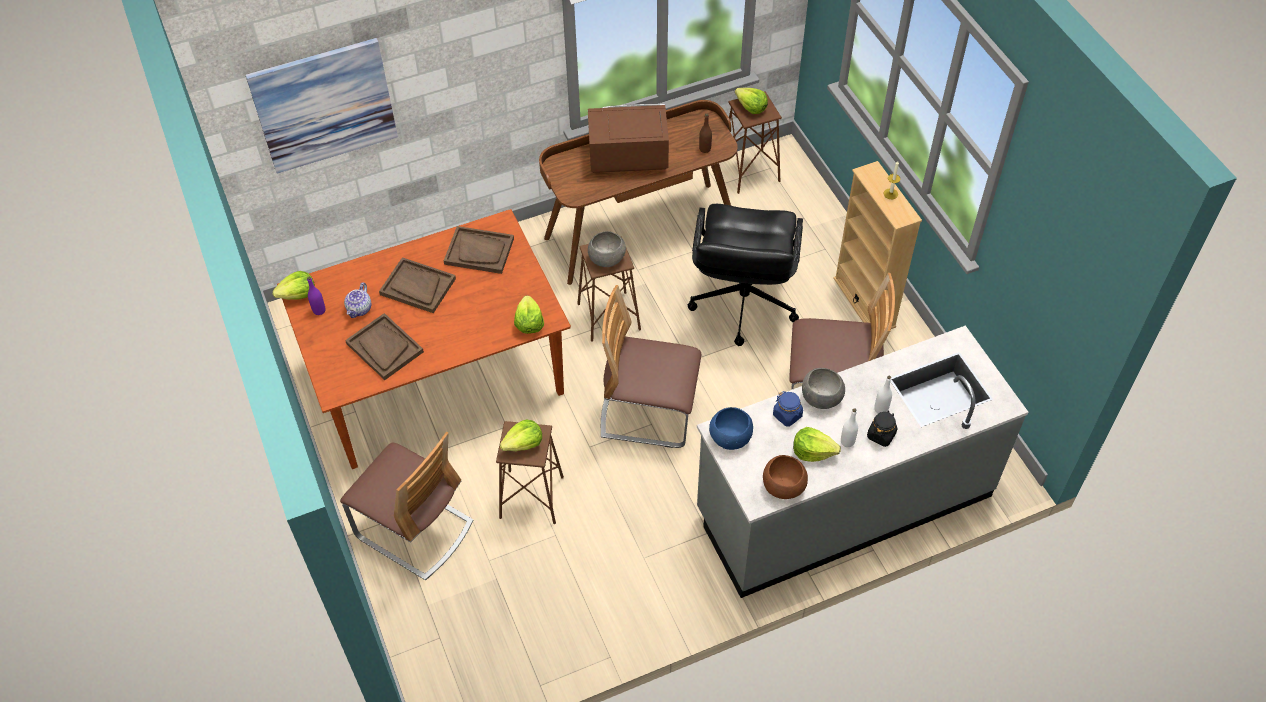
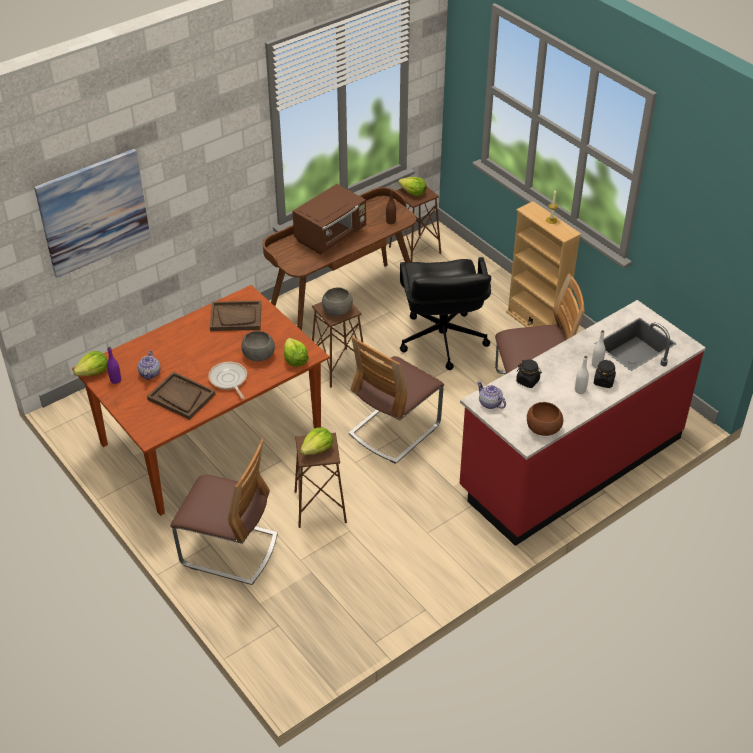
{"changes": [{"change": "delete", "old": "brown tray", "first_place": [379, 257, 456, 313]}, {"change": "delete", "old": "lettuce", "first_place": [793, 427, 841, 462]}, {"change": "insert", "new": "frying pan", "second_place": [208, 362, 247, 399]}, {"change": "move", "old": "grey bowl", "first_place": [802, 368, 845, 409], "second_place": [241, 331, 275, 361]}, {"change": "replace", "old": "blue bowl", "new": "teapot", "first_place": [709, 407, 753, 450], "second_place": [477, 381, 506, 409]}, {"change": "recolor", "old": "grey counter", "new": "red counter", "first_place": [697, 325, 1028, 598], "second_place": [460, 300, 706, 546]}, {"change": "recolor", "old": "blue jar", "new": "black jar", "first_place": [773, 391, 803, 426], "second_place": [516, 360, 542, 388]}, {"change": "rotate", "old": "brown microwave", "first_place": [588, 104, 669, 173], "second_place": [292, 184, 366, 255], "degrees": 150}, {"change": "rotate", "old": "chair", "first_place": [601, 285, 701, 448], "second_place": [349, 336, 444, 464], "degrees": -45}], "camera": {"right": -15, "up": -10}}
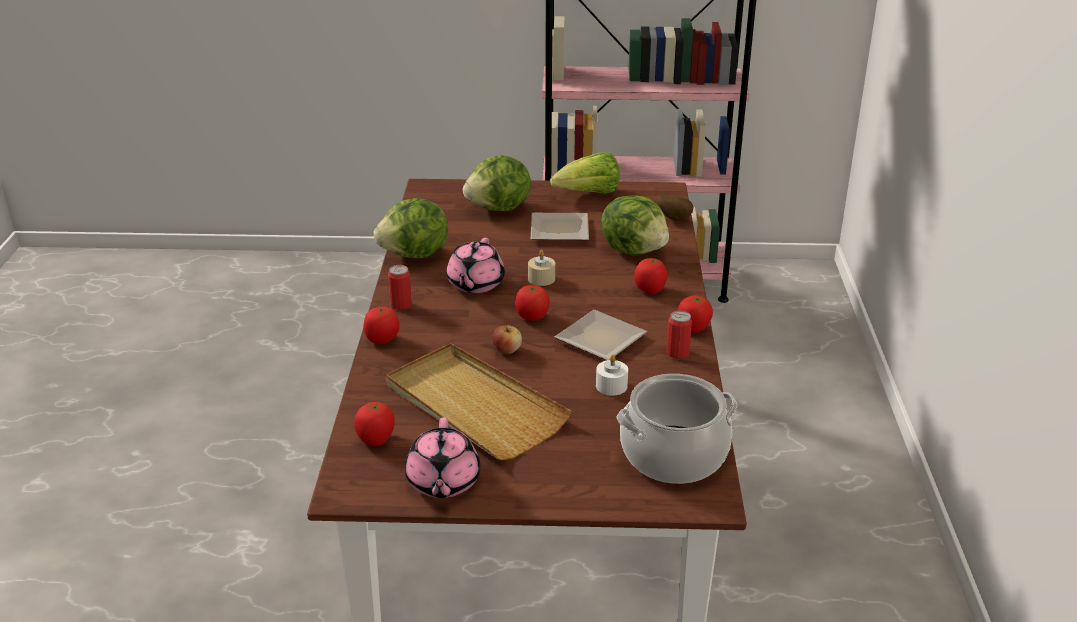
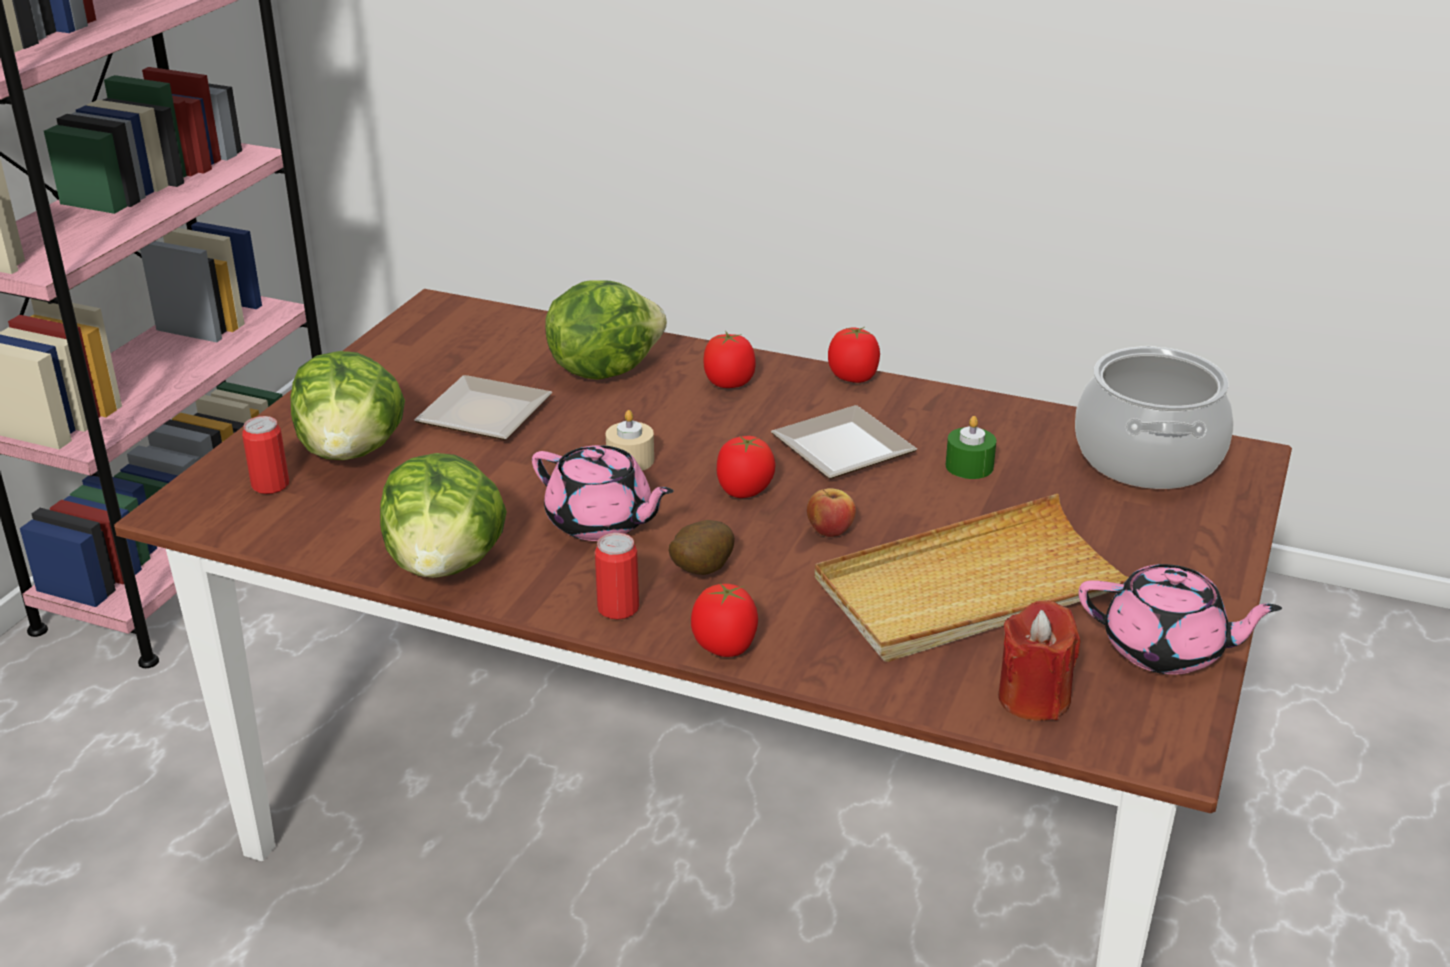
{"changes": [{"change": "delete", "old": "lettuce", "first_place": [550, 152, 620, 194]}, {"change": "move", "old": "potato", "first_place": [657, 195, 693, 221], "second_place": [669, 520, 735, 575]}, {"change": "move", "old": "can", "first_place": [666, 310, 692, 359], "second_place": [242, 416, 289, 494]}, {"change": "replace", "old": "tomato", "new": "red candle", "first_place": [354, 402, 395, 446], "second_place": [998, 601, 1080, 721]}, {"change": "recolor", "old": "white candle", "new": "green candle", "first_place": [596, 354, 628, 396], "second_place": [946, 416, 996, 479]}], "camera": {"right": -70, "up": 0}}
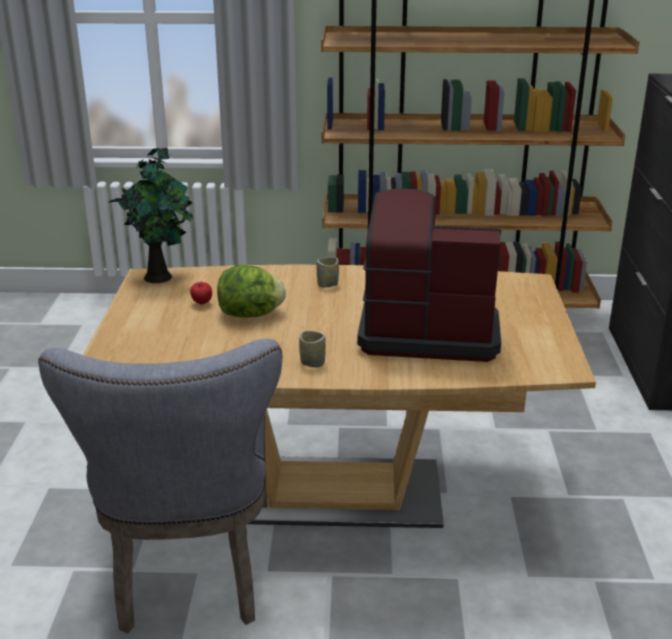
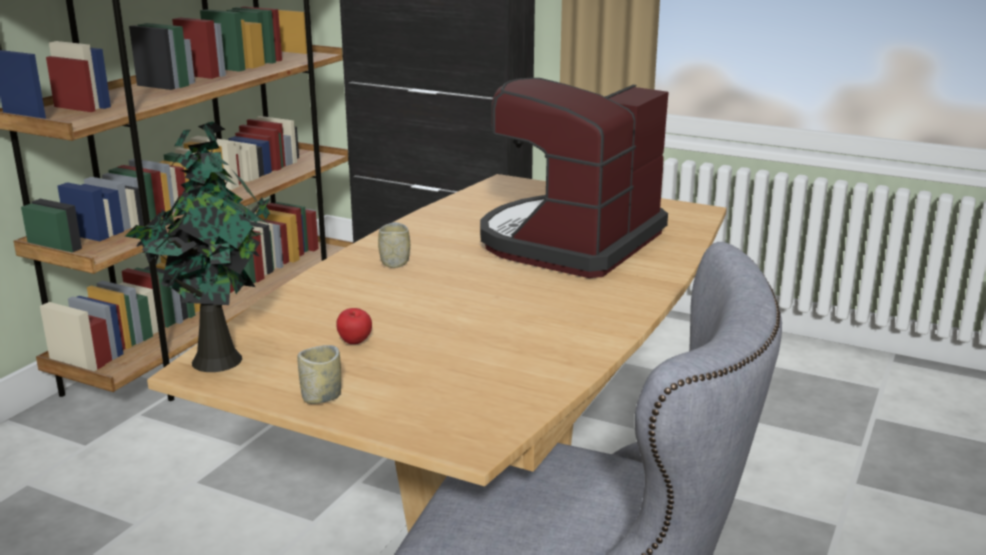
{"changes": [{"change": "delete", "old": "lettuce", "first_place": [217, 264, 286, 318]}, {"change": "move", "old": "cup", "first_place": [299, 331, 326, 367], "second_place": [297, 345, 341, 404]}], "camera": {"right": -65, "up": -5}}
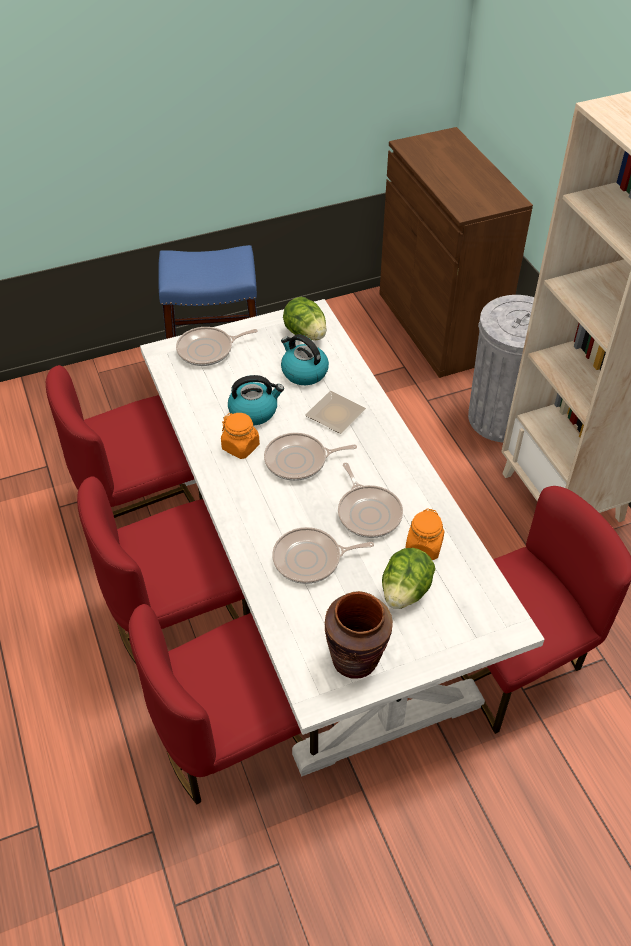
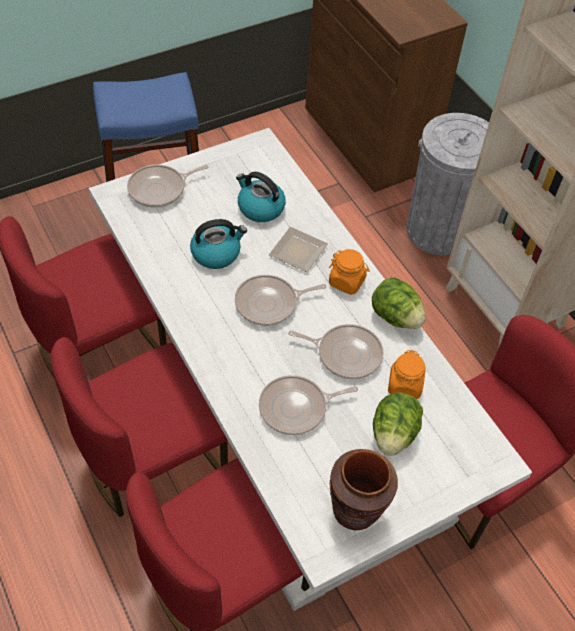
{"changes": [{"change": "move", "old": "orange jar", "first_place": [221, 413, 260, 459], "second_place": [329, 249, 370, 295]}, {"change": "move", "old": "lettuce", "first_place": [283, 297, 327, 340], "second_place": [372, 277, 425, 329]}, {"change": "rotate", "old": "frying pan", "first_place": [338, 463, 403, 538], "second_place": [288, 324, 384, 379], "degrees": -45}], "camera": {"right": -10, "up": 5}}
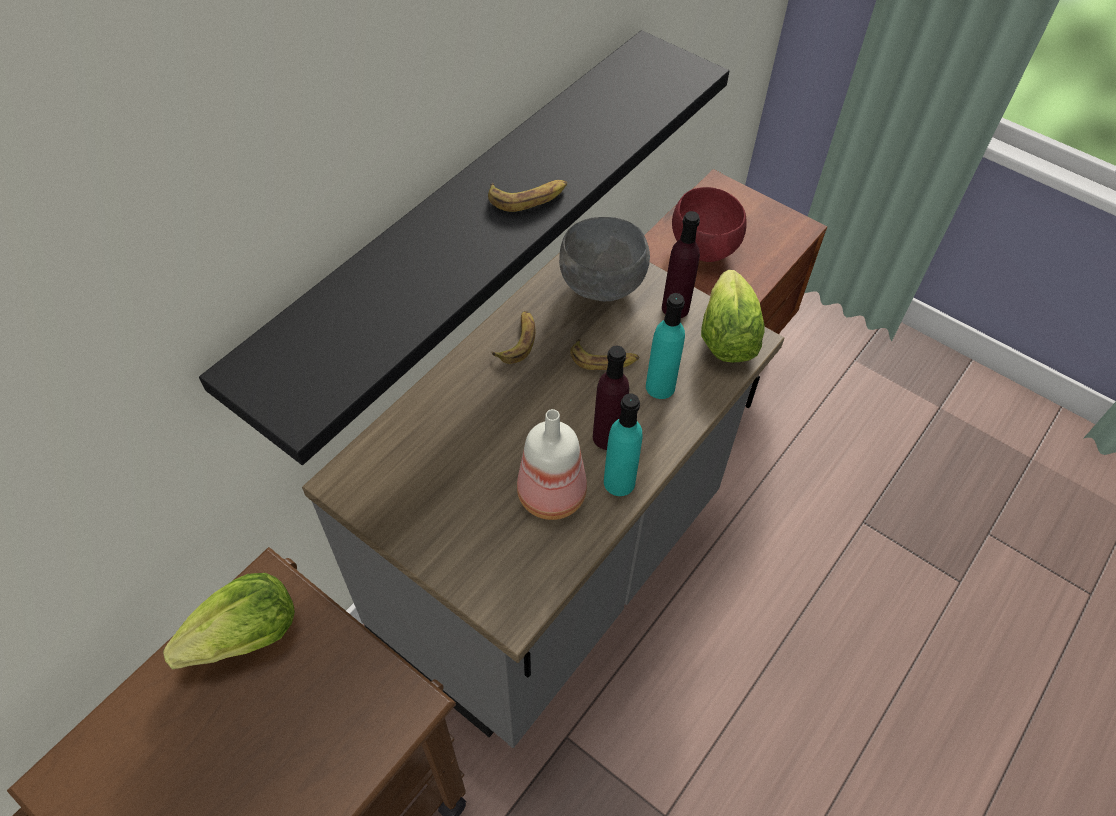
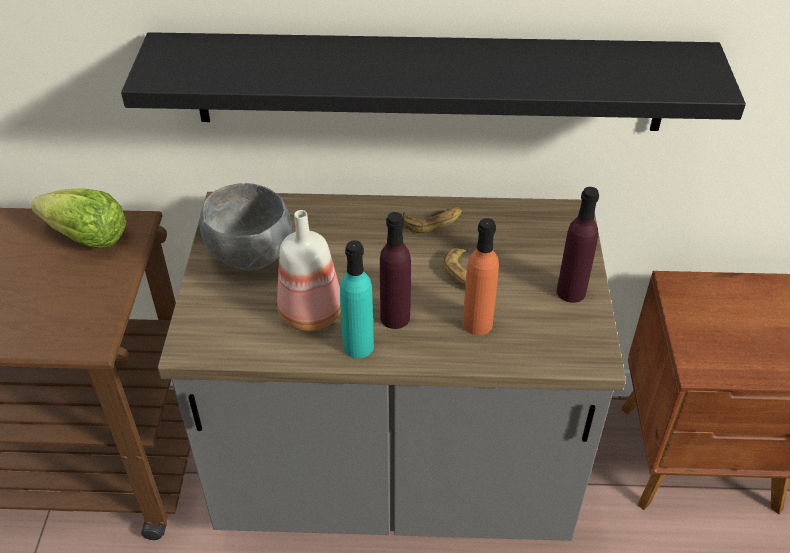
{"changes": [{"change": "delete", "old": "banana", "first_place": [488, 180, 567, 212]}, {"change": "delete", "old": "red bowl", "first_place": [672, 187, 747, 262]}, {"change": "delete", "old": "lettuce", "first_place": [701, 270, 764, 363]}, {"change": "move", "old": "grey bowl", "first_place": [559, 217, 650, 301], "second_place": [200, 183, 291, 271]}, {"change": "recolor", "old": "turquoise bottle", "new": "orange bottle", "first_place": [646, 293, 685, 399], "second_place": [463, 218, 499, 335]}], "camera": {"right": 55, "up": -10}}
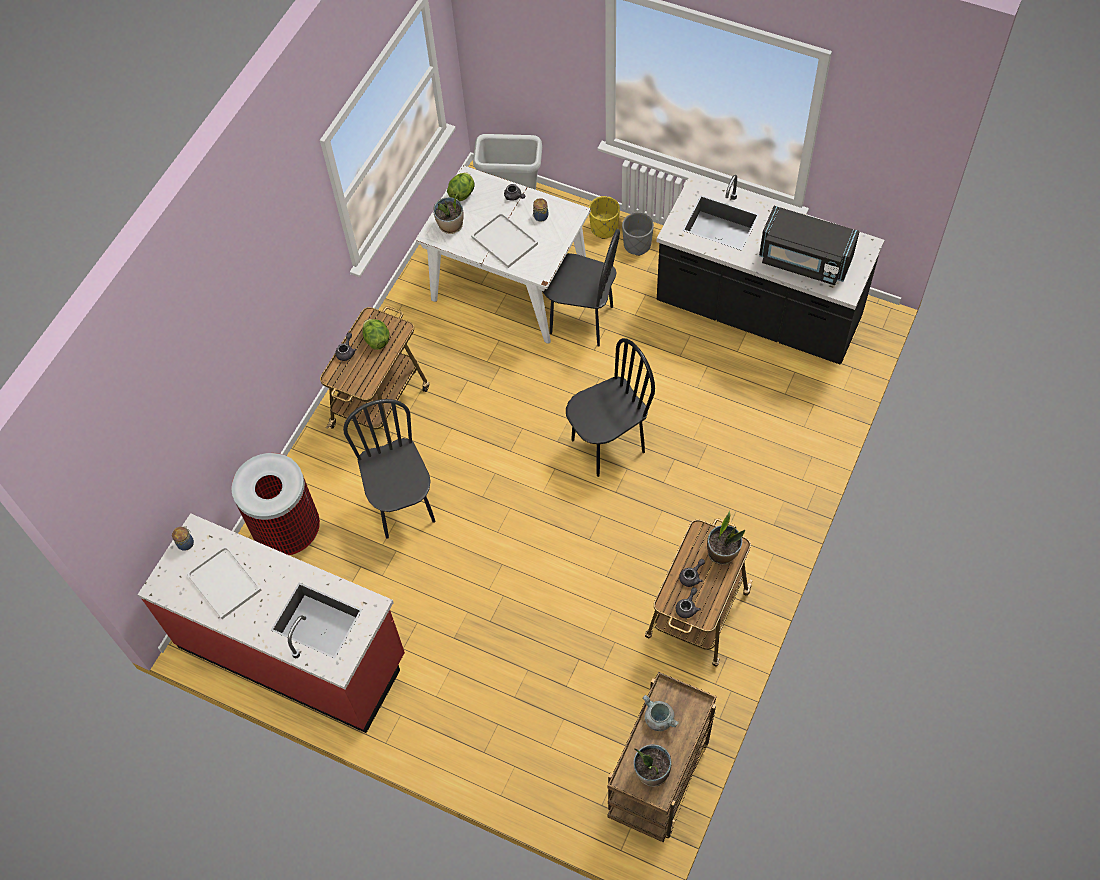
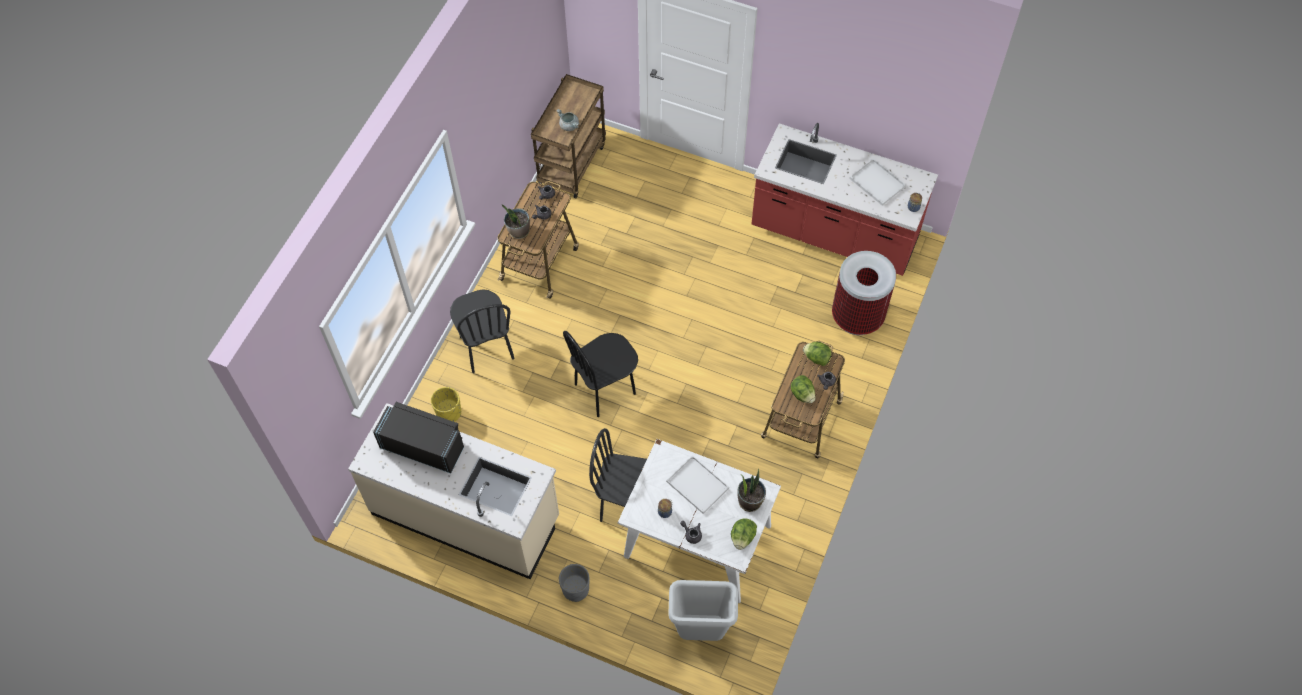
{"changes": [{"change": "delete", "old": "potted plant", "first_place": [633, 744, 671, 787]}, {"change": "insert", "new": "lettuce", "second_place": [803, 342, 832, 366]}, {"change": "move", "old": "black chair", "first_place": [343, 399, 436, 539], "second_place": [450, 289, 515, 373]}, {"change": "move", "old": "yellow planter", "first_place": [589, 196, 620, 239], "second_place": [431, 387, 461, 422]}, {"change": "recolor", "old": "black counter", "new": "beige counter", "first_place": [657, 175, 884, 364], "second_place": [348, 403, 559, 579]}], "camera": {"right": 175, "up": 0}}
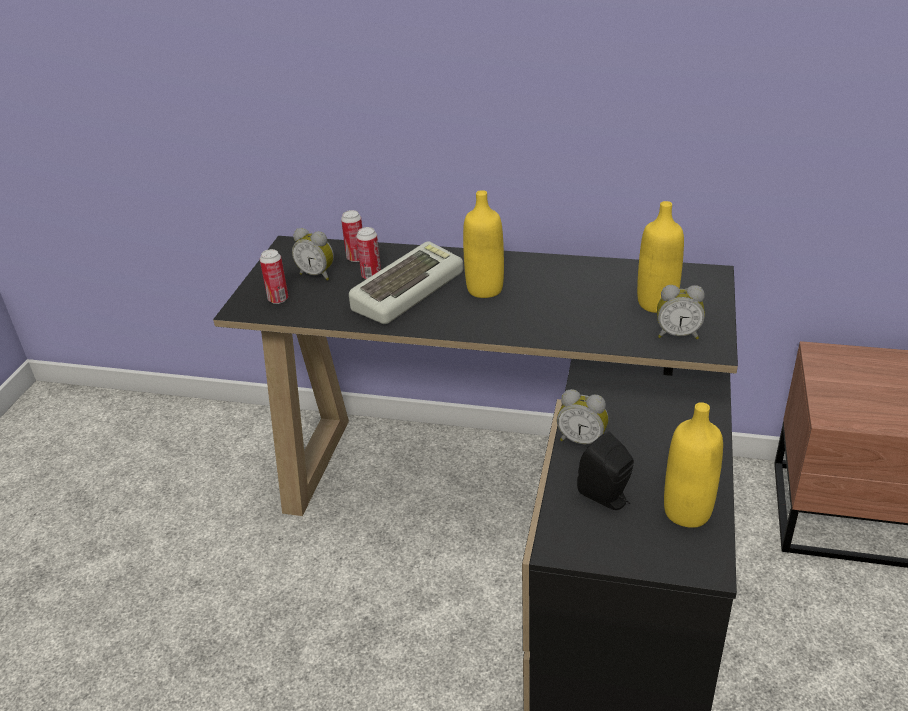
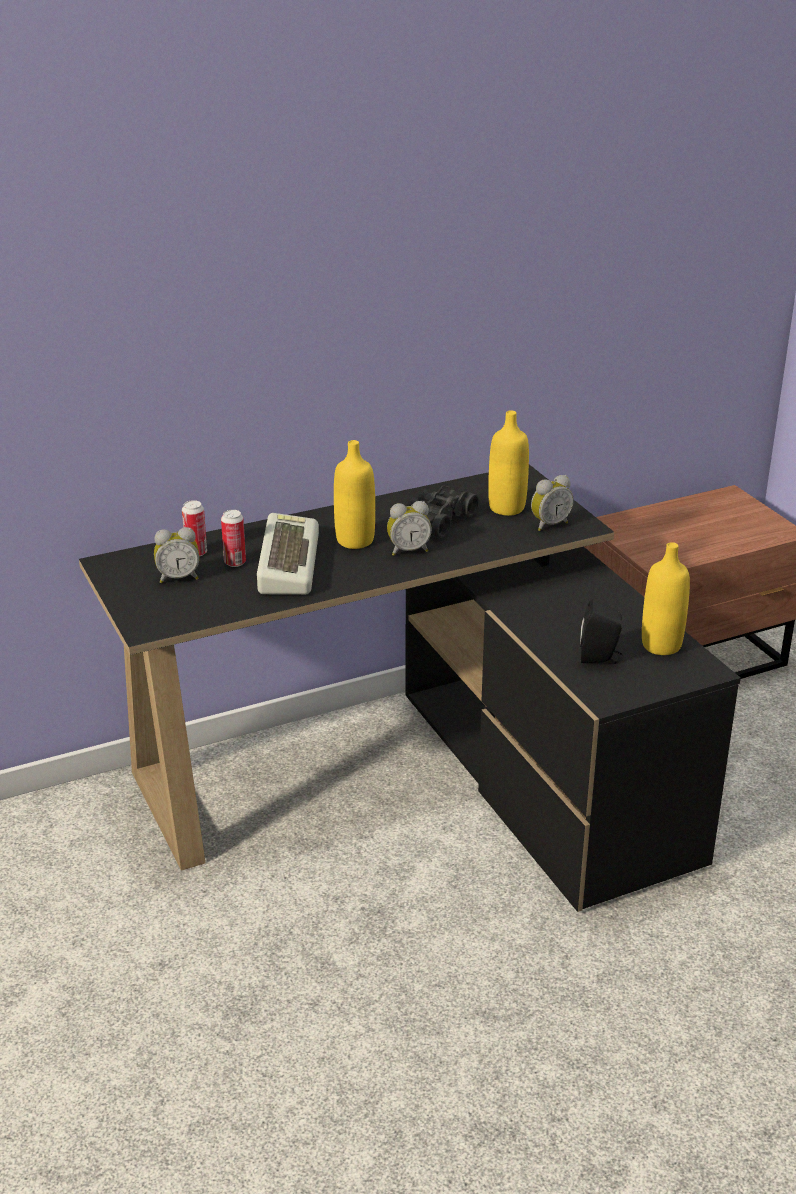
{"changes": [{"change": "delete", "old": "can", "first_place": [260, 249, 288, 304]}, {"change": "insert", "new": "black binoculars", "second_place": [407, 485, 479, 538]}, {"change": "move", "old": "alarm clock", "first_place": [557, 389, 609, 444], "second_place": [387, 501, 432, 556]}], "camera": {"right": -40, "up": -5}}
